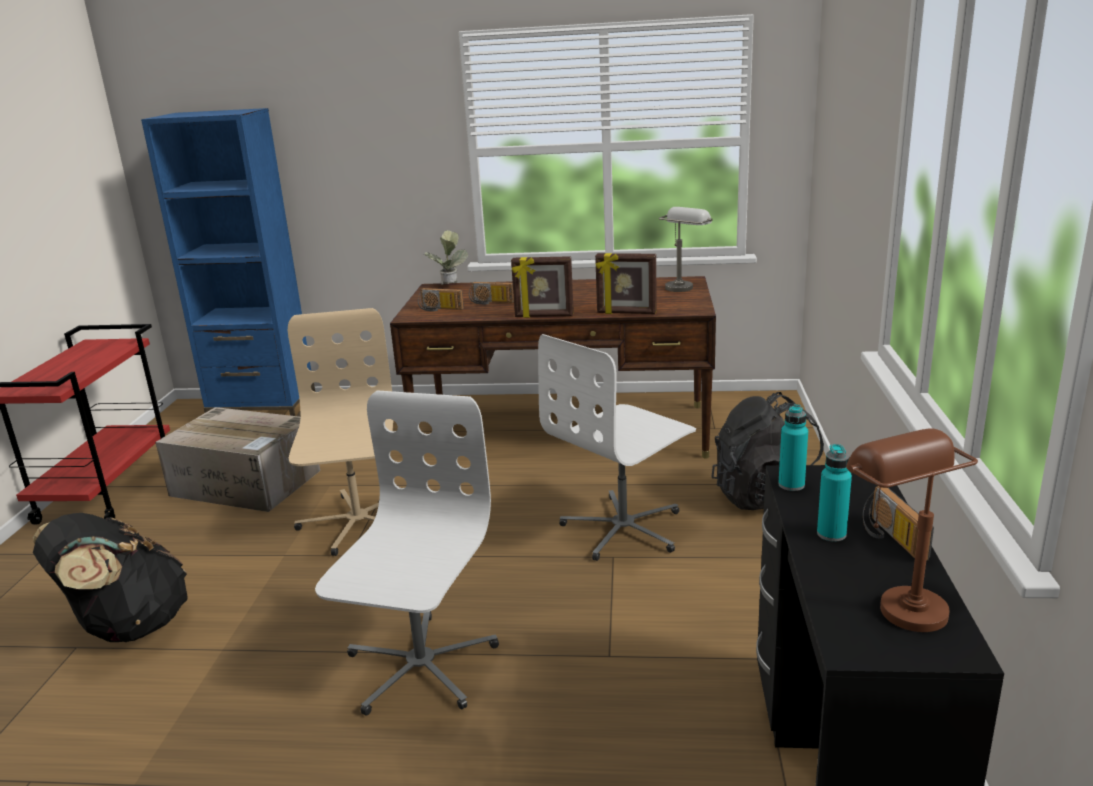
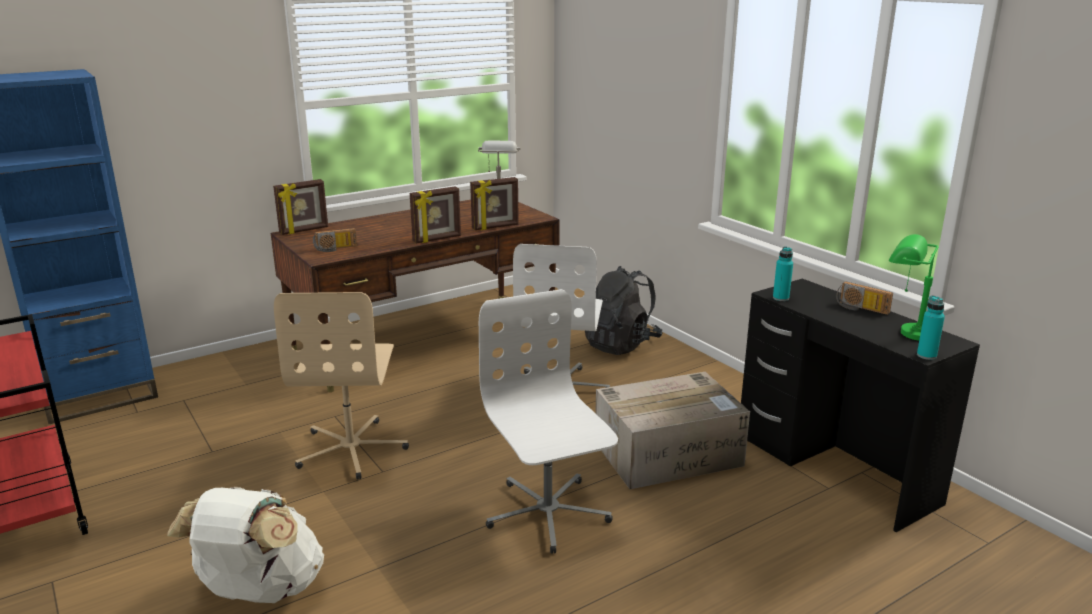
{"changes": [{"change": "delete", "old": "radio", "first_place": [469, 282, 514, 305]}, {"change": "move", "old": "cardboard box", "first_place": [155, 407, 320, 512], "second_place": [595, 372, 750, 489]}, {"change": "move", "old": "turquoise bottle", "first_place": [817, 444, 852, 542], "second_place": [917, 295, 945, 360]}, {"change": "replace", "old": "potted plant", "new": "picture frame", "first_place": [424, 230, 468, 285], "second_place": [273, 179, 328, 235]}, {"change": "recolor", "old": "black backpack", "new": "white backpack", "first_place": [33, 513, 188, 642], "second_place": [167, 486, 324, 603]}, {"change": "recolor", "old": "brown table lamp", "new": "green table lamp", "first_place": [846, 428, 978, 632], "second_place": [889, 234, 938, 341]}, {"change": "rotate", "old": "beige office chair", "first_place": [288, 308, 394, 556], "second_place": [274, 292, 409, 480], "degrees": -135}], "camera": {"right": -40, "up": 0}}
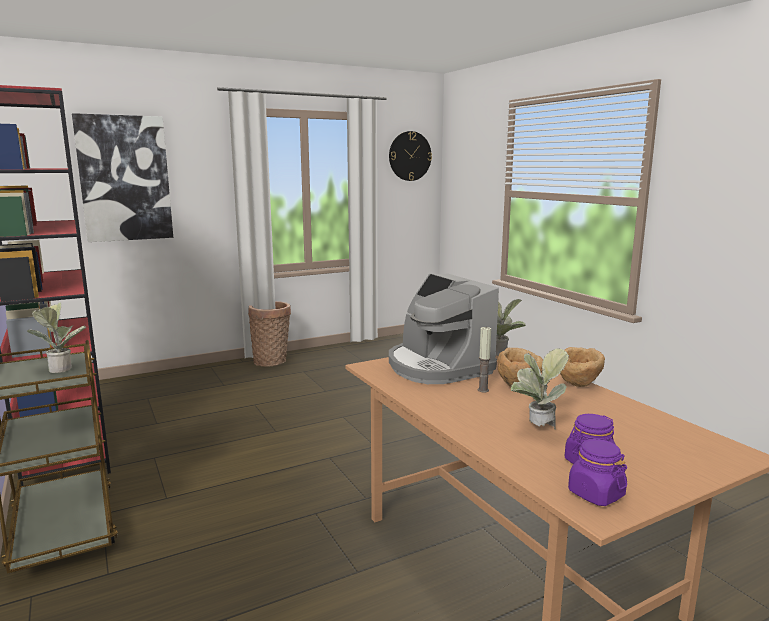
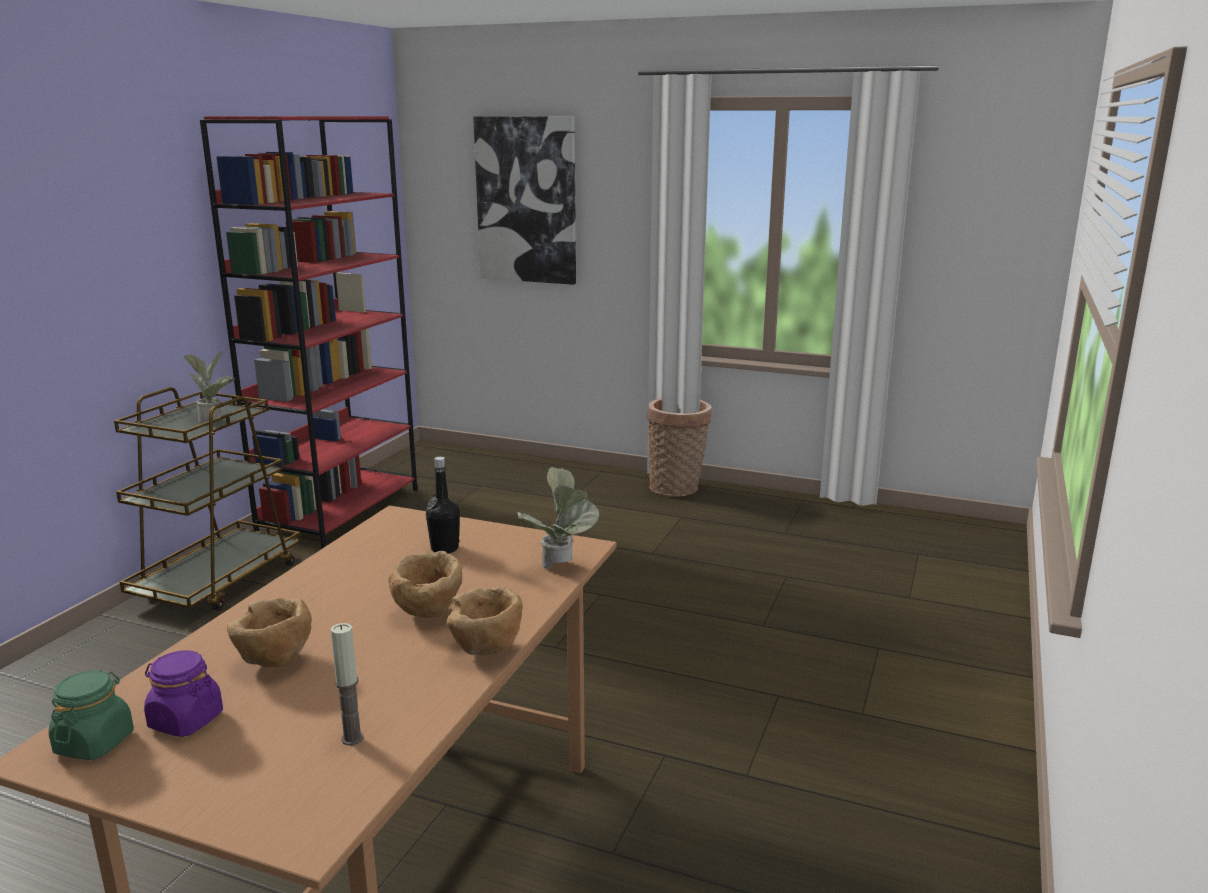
{"changes": [{"change": "delete", "old": "wall clock", "first_place": [389, 131, 432, 181]}, {"change": "move", "old": "candle", "first_place": [478, 326, 491, 393], "second_place": [330, 623, 364, 745]}, {"change": "replace", "old": "coffee machine", "new": "black bottle", "first_place": [389, 273, 499, 384], "second_place": [426, 457, 460, 554]}, {"change": "replace", "old": "potted plant", "new": "brown bowl", "first_place": [511, 348, 569, 430], "second_place": [227, 597, 312, 667]}, {"change": "recolor", "old": "purple jar", "new": "green jar", "first_place": [568, 439, 627, 506], "second_place": [49, 670, 134, 760]}], "camera": {"right": 50, "up": 5}}
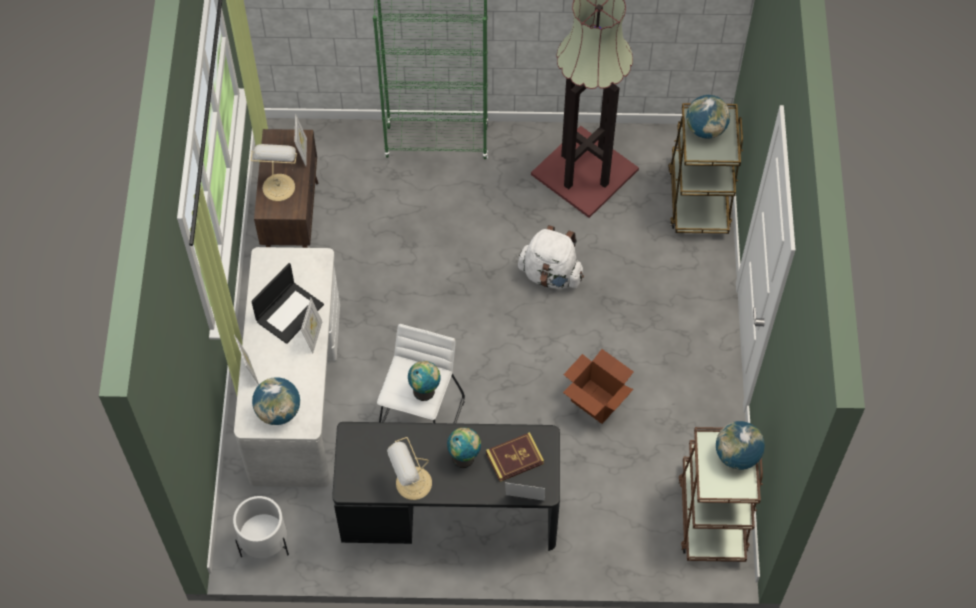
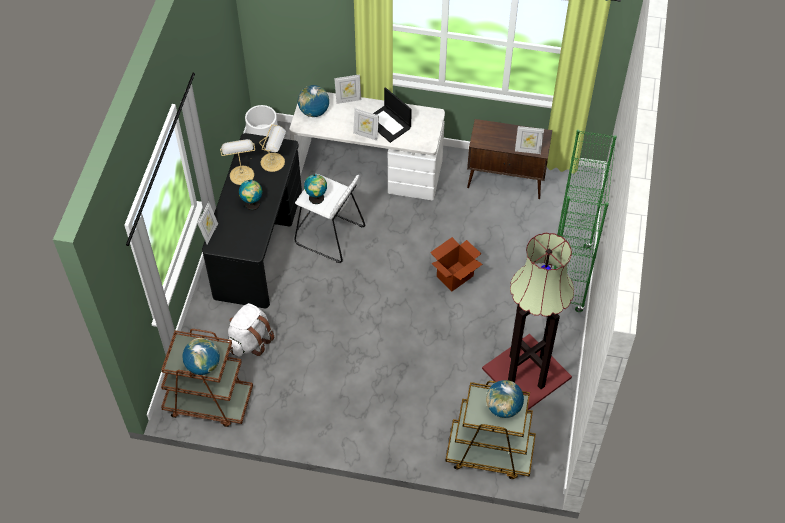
{"changes": [{"change": "delete", "old": "book", "first_place": [486, 432, 544, 482]}, {"change": "move", "old": "table lamp", "first_place": [250, 144, 297, 201], "second_place": [259, 124, 286, 172]}, {"change": "move", "old": "white backpack", "first_place": [518, 225, 584, 289], "second_place": [227, 303, 274, 357]}, {"change": "move", "old": "cardboard box", "first_place": [563, 349, 634, 424], "second_place": [430, 237, 483, 291]}], "camera": {"right": 100, "up": -5}}
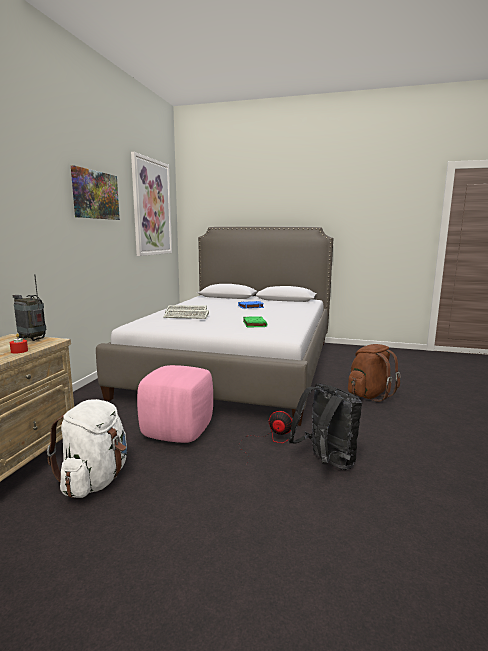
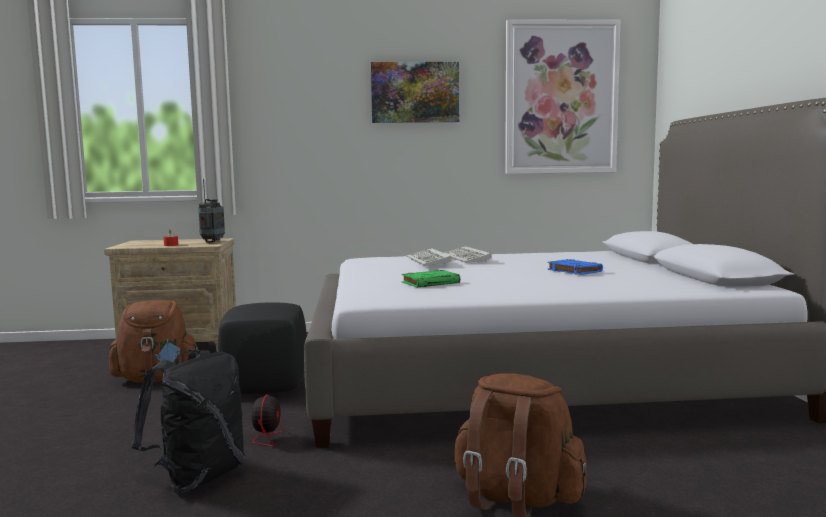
{"changes": [{"change": "recolor", "old": "white backpack", "new": "brown backpack", "first_place": [47, 399, 127, 498], "second_place": [109, 300, 198, 383]}, {"change": "recolor", "old": "pink ottoman", "new": "black ottoman", "first_place": [137, 365, 213, 443], "second_place": [218, 302, 307, 394]}], "camera": {"right": 70, "up": -5}}
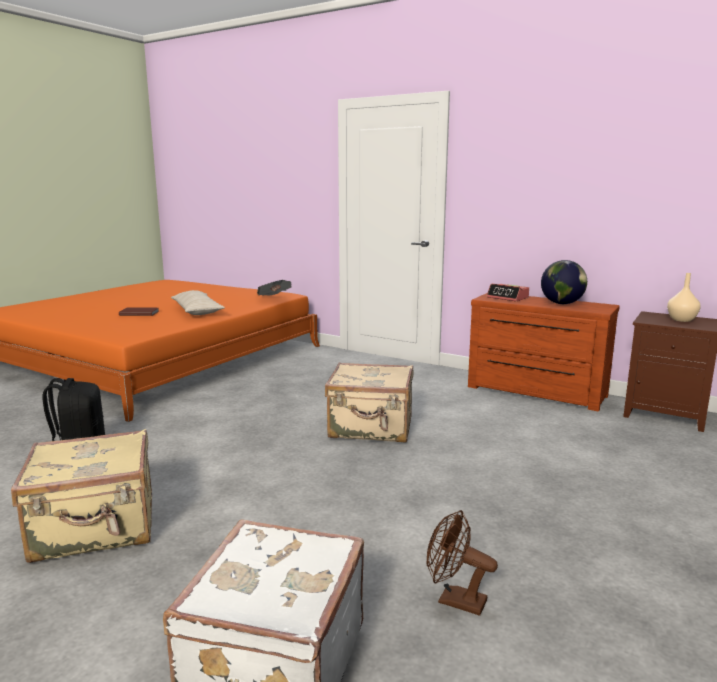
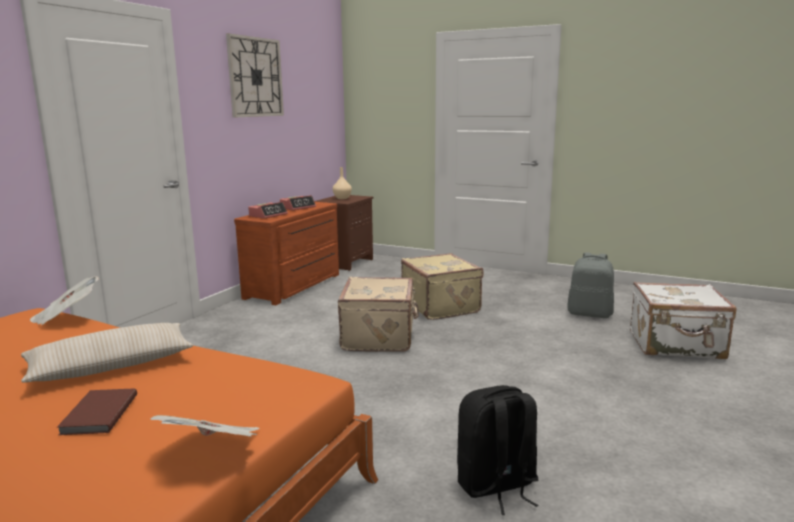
{"changes": [{"change": "insert", "new": "newspaper", "second_place": [150, 415, 259, 437]}, {"change": "insert", "new": "wall clock", "second_place": [226, 33, 284, 117]}, {"change": "move", "old": "beige suitcase", "first_place": [11, 429, 152, 563], "second_place": [401, 253, 483, 320]}, {"change": "replace", "old": "brown fan", "new": "grey backpack", "first_place": [427, 510, 498, 616], "second_place": [567, 252, 614, 318]}, {"change": "replace", "old": "globe", "new": "alarm clock", "first_place": [541, 260, 587, 304], "second_place": [280, 195, 316, 210]}], "camera": {"right": -95, "up": 0}}
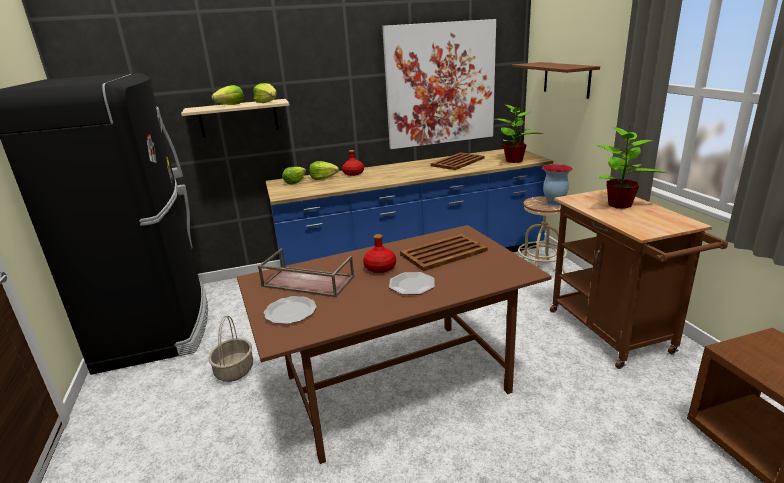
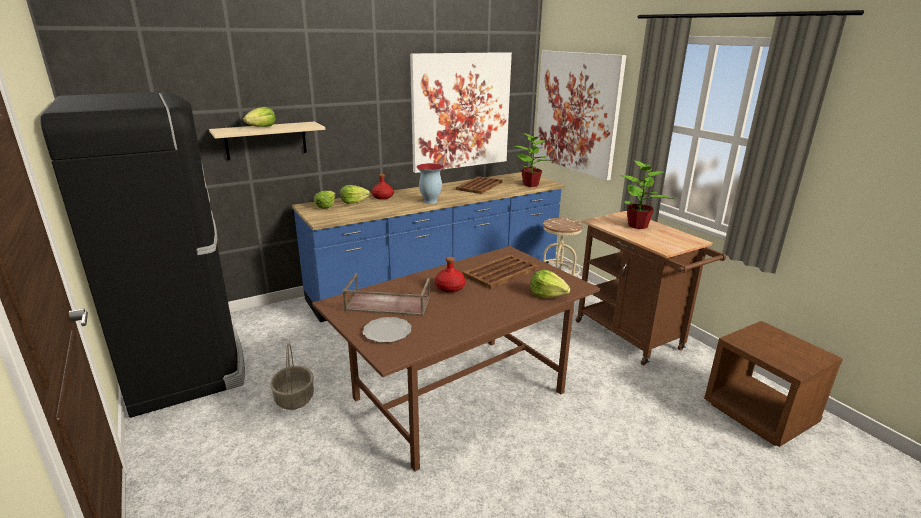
{"changes": [{"change": "delete", "old": "plate", "first_place": [389, 272, 435, 295]}, {"change": "move", "old": "lettuce", "first_place": [253, 83, 277, 103], "second_place": [530, 270, 571, 297]}, {"change": "move", "old": "vase", "first_place": [542, 164, 573, 207], "second_place": [416, 163, 444, 204]}, {"change": "replace", "old": "brown shelf", "new": "picture", "first_place": [512, 62, 600, 99], "second_place": [535, 51, 626, 181]}], "camera": {"right": -15, "up": 0}}
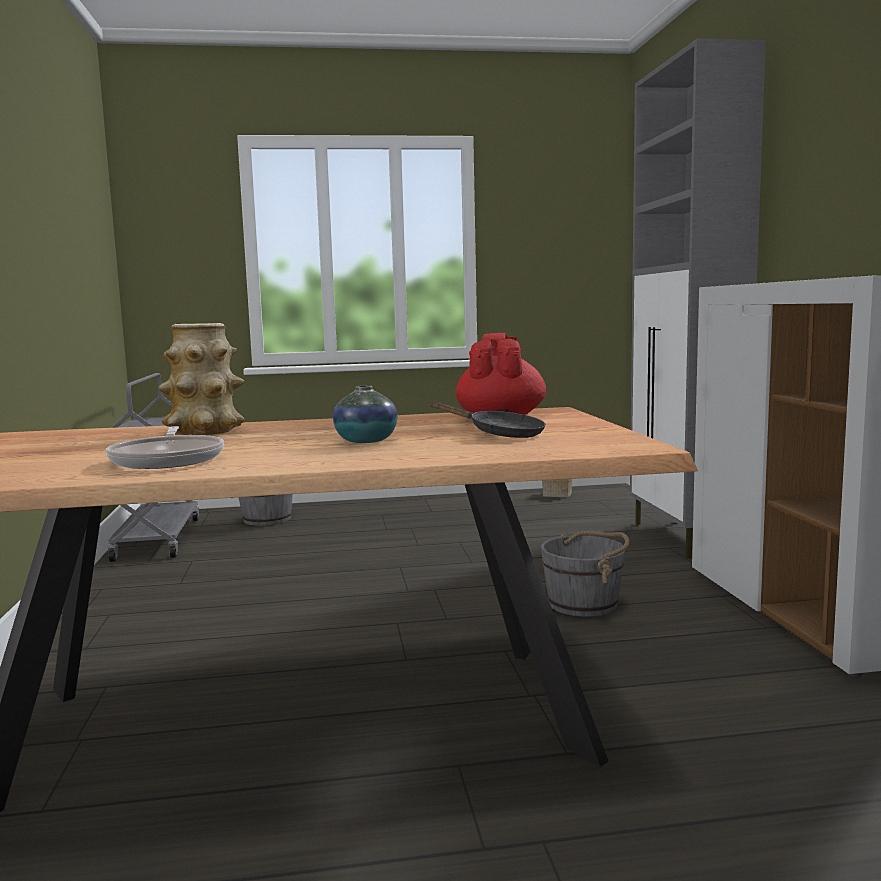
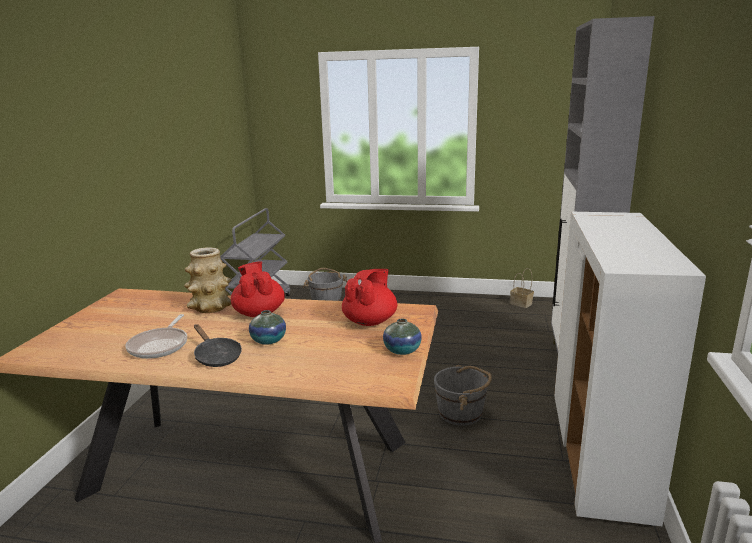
{"changes": [{"change": "insert", "new": "red teapot", "second_place": [231, 261, 285, 317]}, {"change": "insert", "new": "vase", "second_place": [383, 319, 422, 355]}, {"change": "move", "old": "black frying pan", "first_place": [430, 401, 546, 438], "second_place": [194, 324, 242, 367]}], "camera": {"right": 20, "up": 10}}
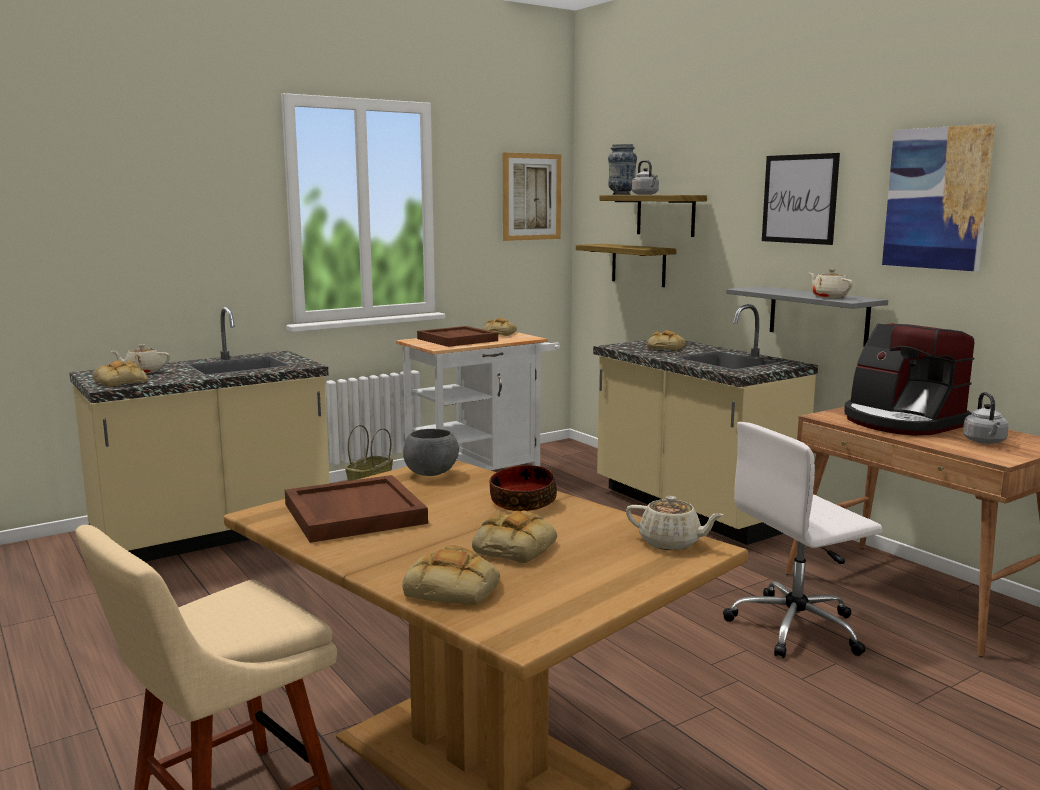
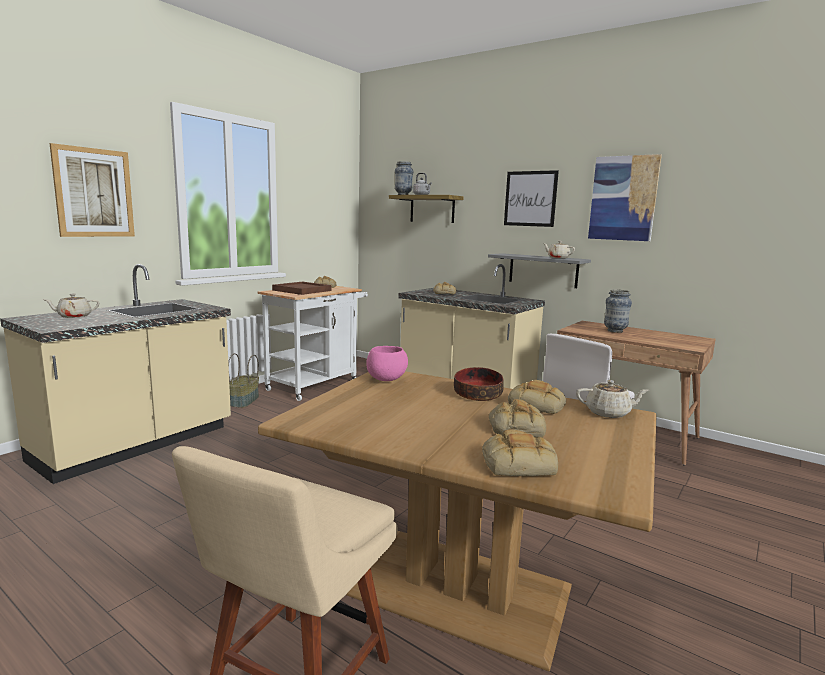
{"changes": [{"change": "delete", "old": "brown tray", "first_place": [285, 475, 428, 543]}, {"change": "delete", "old": "shelf", "first_place": [576, 244, 677, 287]}, {"change": "delete", "old": "grey kettle", "first_place": [963, 392, 1009, 444]}, {"change": "move", "old": "bread", "first_place": [93, 360, 148, 387], "second_place": [508, 380, 566, 414]}, {"change": "move", "old": "picture", "first_place": [503, 153, 561, 241], "second_place": [49, 143, 135, 237]}, {"change": "replace", "old": "coffee machine", "new": "vase", "first_place": [844, 324, 974, 436], "second_place": [604, 289, 632, 333]}, {"change": "recolor", "old": "grey bowl", "new": "pink bowl", "first_place": [403, 429, 459, 476], "second_place": [366, 346, 408, 381]}], "camera": {"right": -20, "up": 0}}
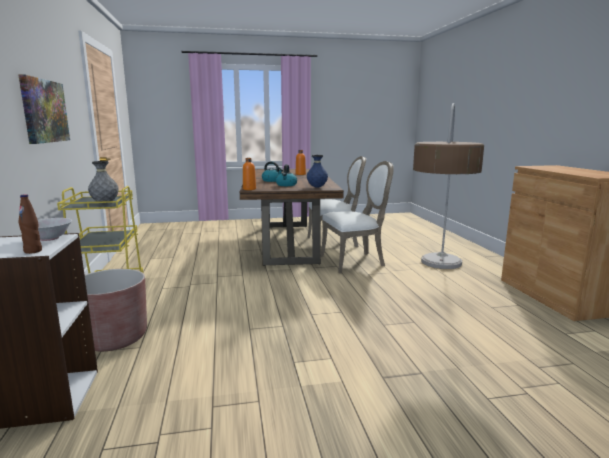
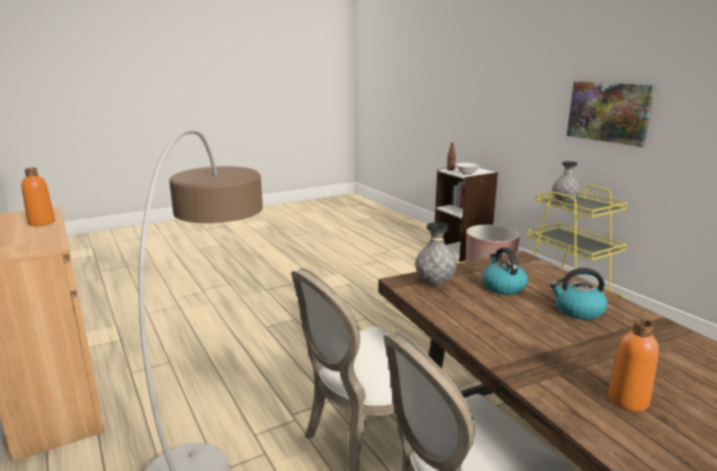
{"changes": [{"change": "move", "old": "orange bottle", "first_place": [243, 158, 256, 190], "second_place": [21, 168, 55, 226]}, {"change": "recolor", "old": "blue vase", "new": "grey vase", "first_place": [307, 155, 328, 188], "second_place": [415, 222, 457, 285]}], "camera": {"right": 160, "up": 5}}
